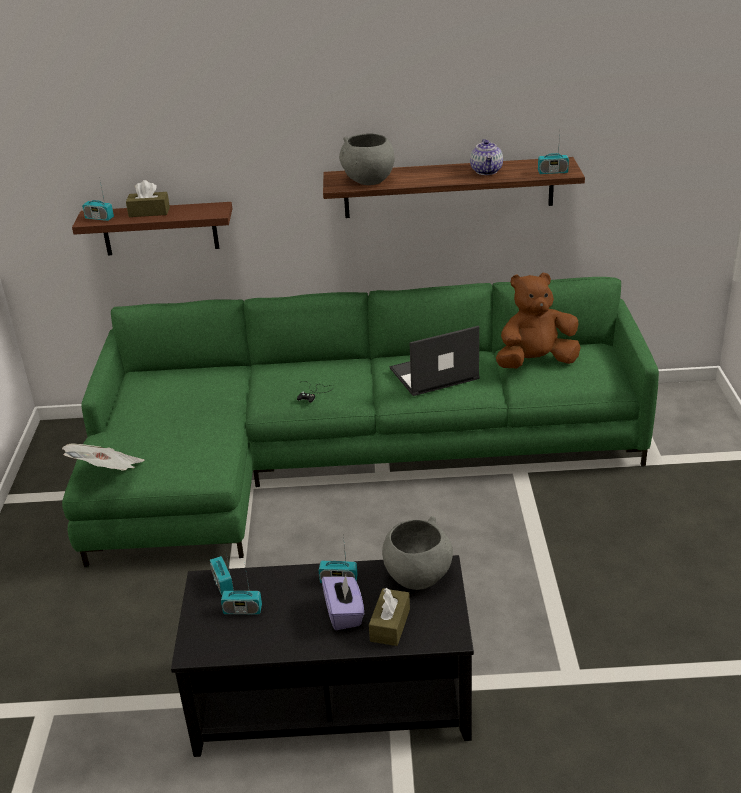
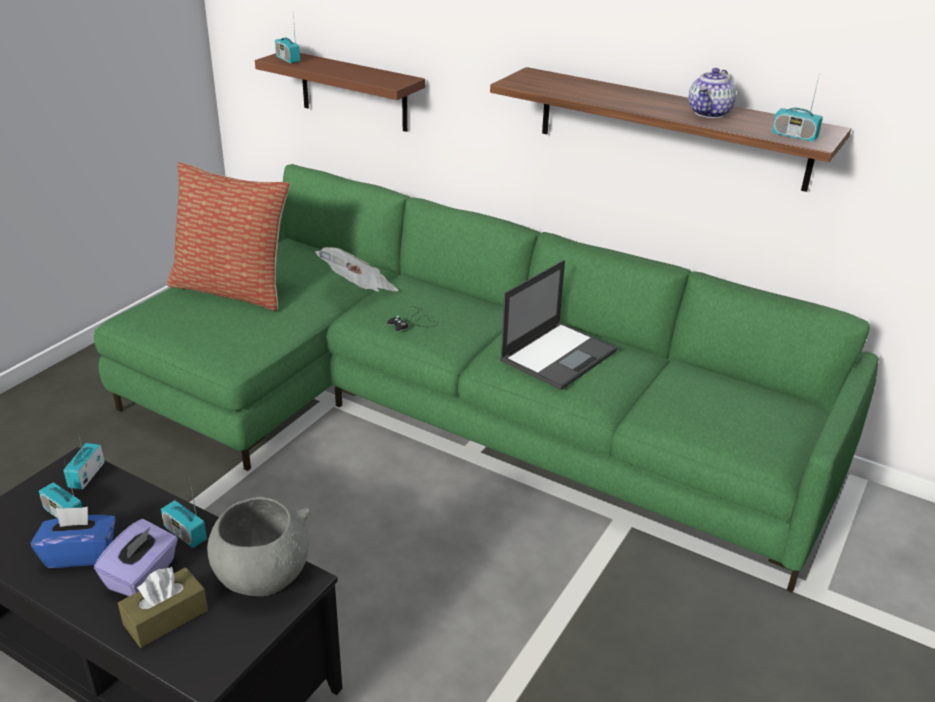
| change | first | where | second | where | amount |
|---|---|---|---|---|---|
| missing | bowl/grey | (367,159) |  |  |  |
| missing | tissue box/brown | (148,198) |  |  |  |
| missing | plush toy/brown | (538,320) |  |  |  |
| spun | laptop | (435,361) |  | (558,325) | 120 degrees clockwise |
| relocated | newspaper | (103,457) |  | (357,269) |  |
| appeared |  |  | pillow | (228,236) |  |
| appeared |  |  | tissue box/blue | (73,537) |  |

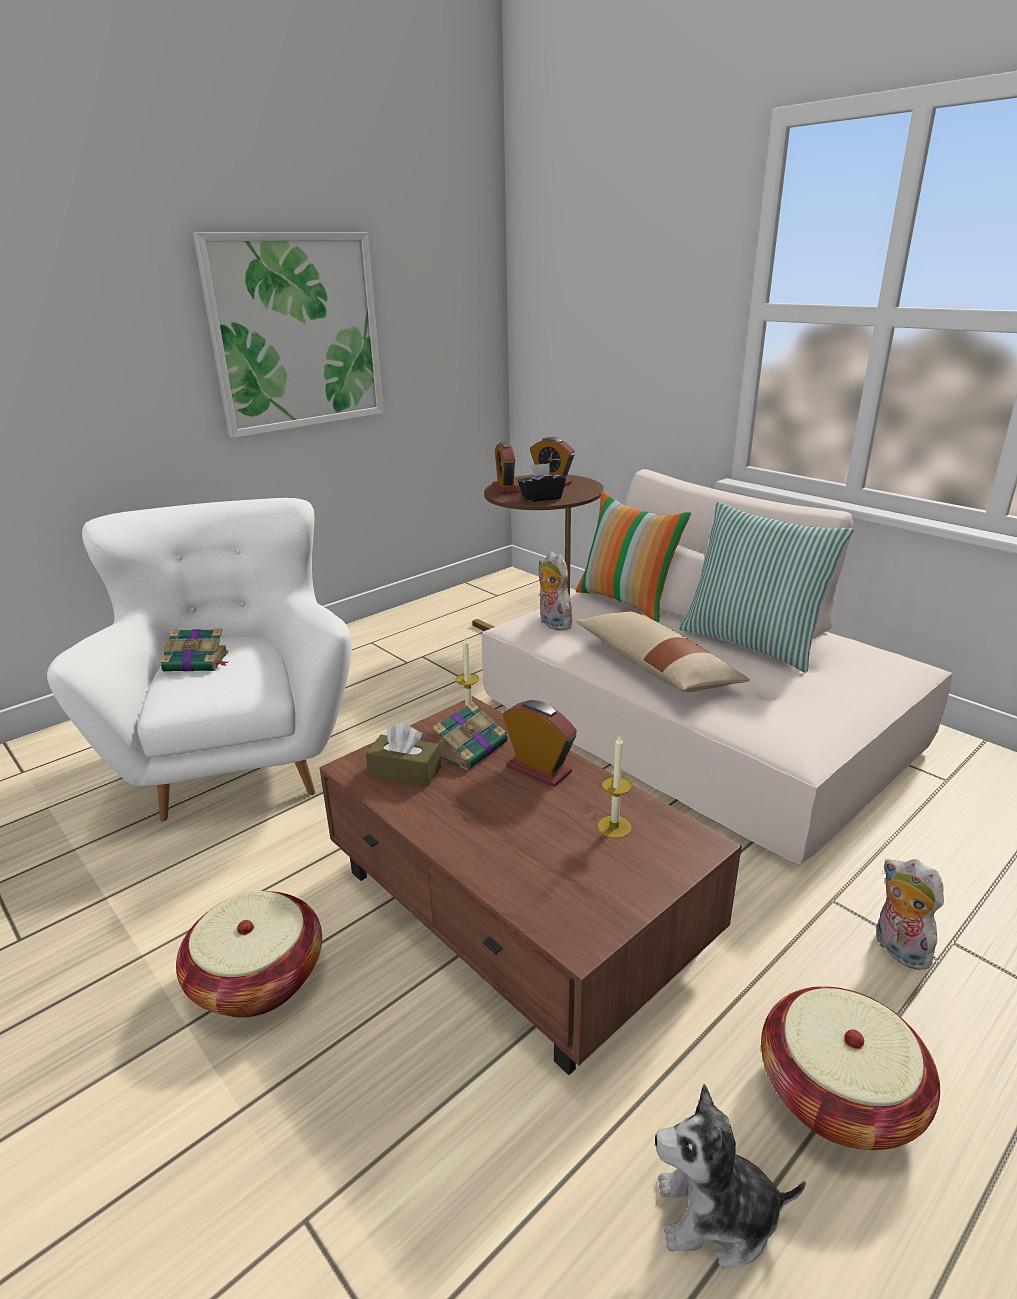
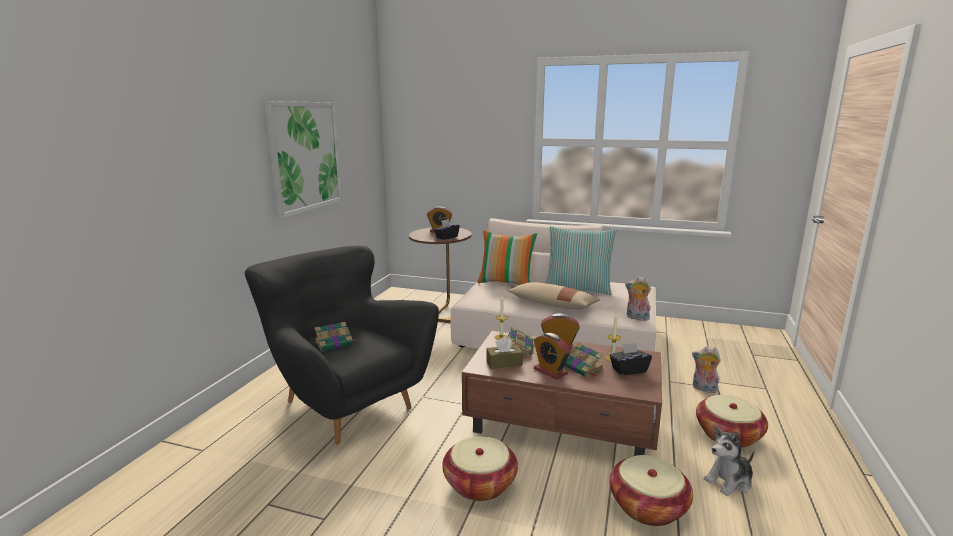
| change | first | where | second | where | amount |
|---|---|---|---|---|---|
| relocated | alarm clock | (506,467) |  | (552,356) |  |
| colour | armchair/white | (199,659) | armchair/black | (342,345) |  |
| relocated | plush toy | (556,590) |  | (638,298) |  |
| appeared |  |  | book | (584,360) |  |
| appeared |  |  | tissue box/black | (631,359) |  |
| appeared |  |  | basket | (651,490) |  |

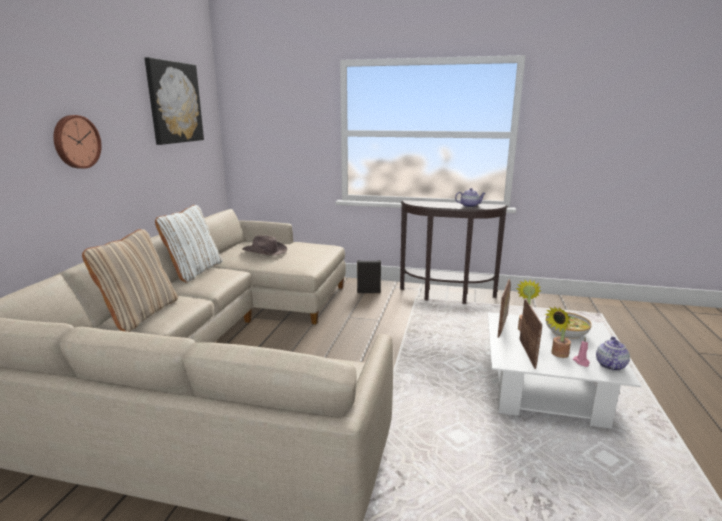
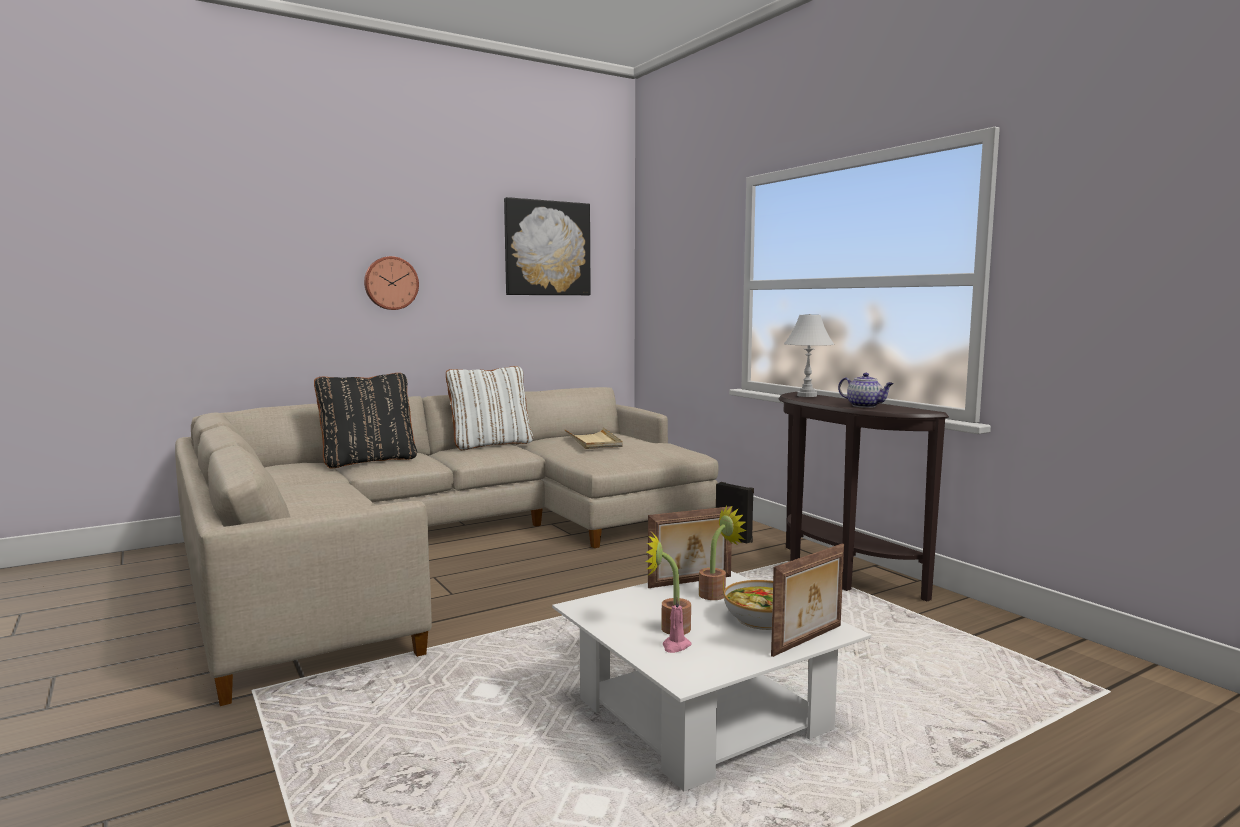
| change | first | where | second | where | amount |
|---|---|---|---|---|---|
| colour | pillow/beige | (130,280) | pillow/black | (365,420) |  |
| exchanged | hat/brown | (264,245) | tray/beige | (593,438) |  |
| relocated | picture frame | (531,334) |  | (807,600) |  |
| missing | teapot | (613,354) |  |  |  |
| appeared |  |  | table lamp/white | (809,355) |  |

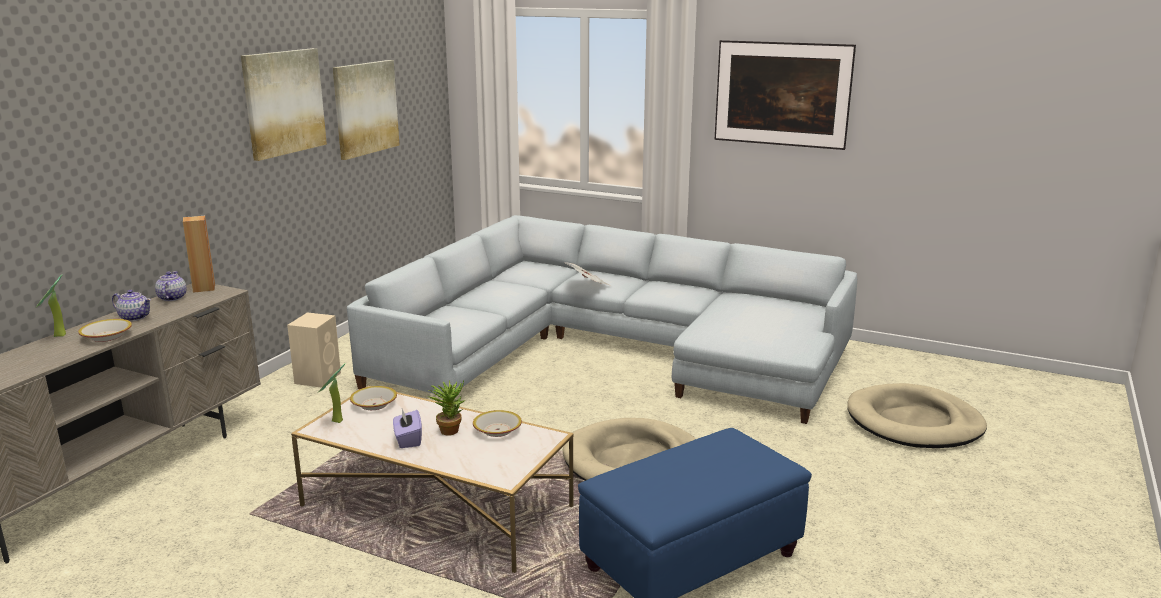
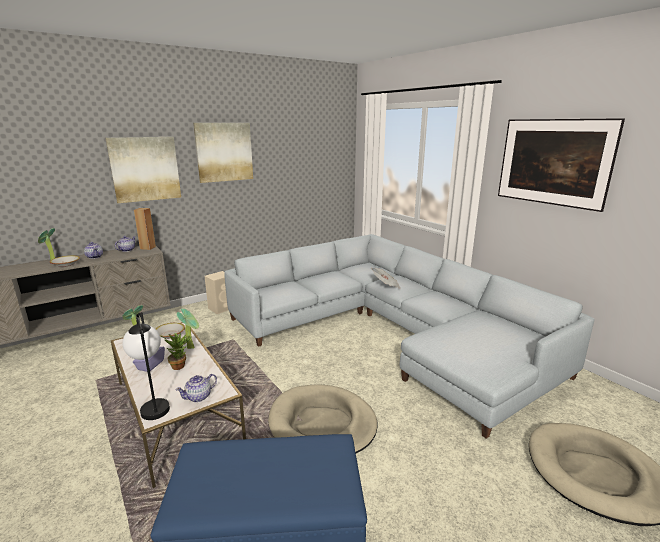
| change | first | where | second | where | amount |
|---|---|---|---|---|---|
| relocated | picture | (366,110) |  | (143,170) |  |
| missing | bowl | (497,423) |  |  |  |
| appeared |  |  | potted plant | (187,328) |  |
| appeared |  |  | table lamp | (146,368) |  |
| appeared |  |  | teapot | (196,388) |  |

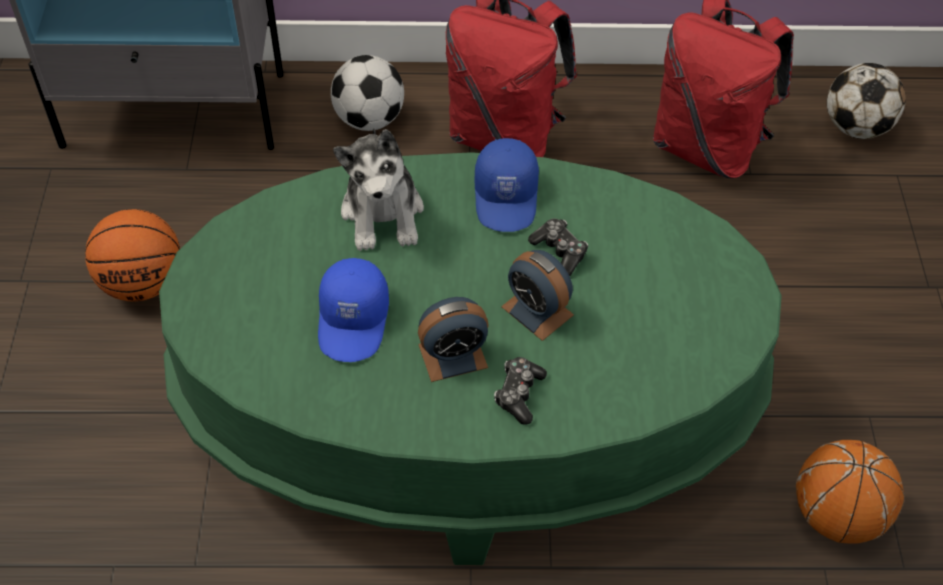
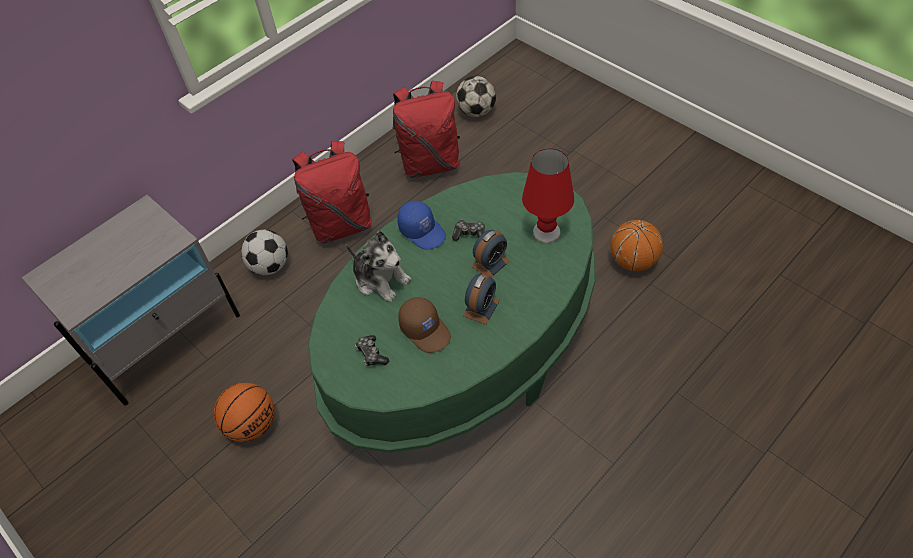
| change | first | where | second | where | amount |
|---|---|---|---|---|---|
| spun | alarm clock | (537,295) |  | (490,253) | 45 degrees counterclockwise |
| colour | cap/blue | (353,310) | cap/brown | (424,325) |  |
| relocated | game controller | (520,391) |  | (372,350) |  |
| appeared |  |  | table lamp/red | (548,196) |  |

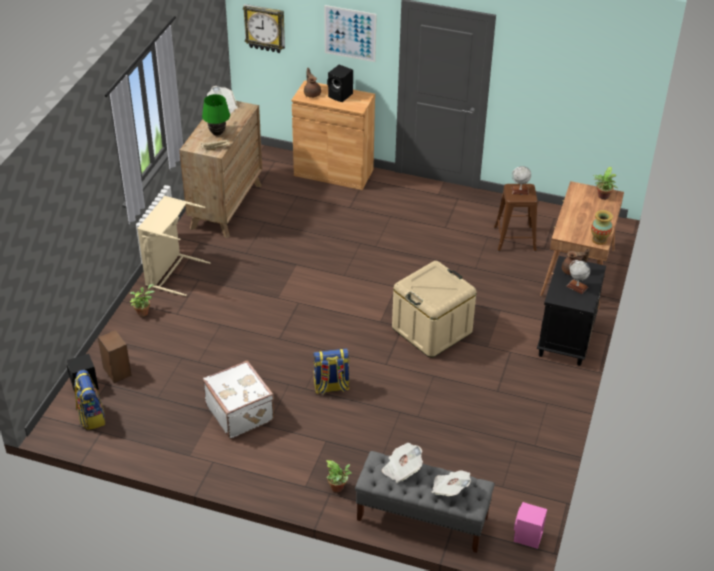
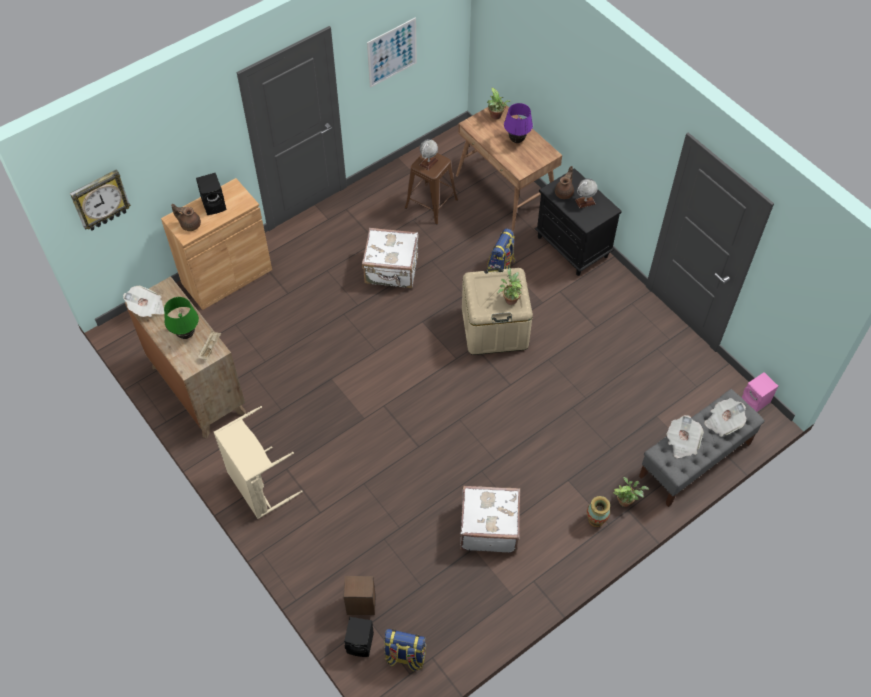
| change | first | where | second | where | amount |
|---|---|---|---|---|---|
| relocated | picture | (350,33) |  | (392,53) |  |
| relocated | vase | (602,227) |  | (598,511) |  |
| relocated | potted plant | (142,300) |  | (510,286) |  |
| relocated | backpack | (331,371) |  | (501,250) |  |
| appeared |  |  | table lamp/purple | (518,123) |  |
| appeared |  |  | suitcase/white | (390,258) |  |

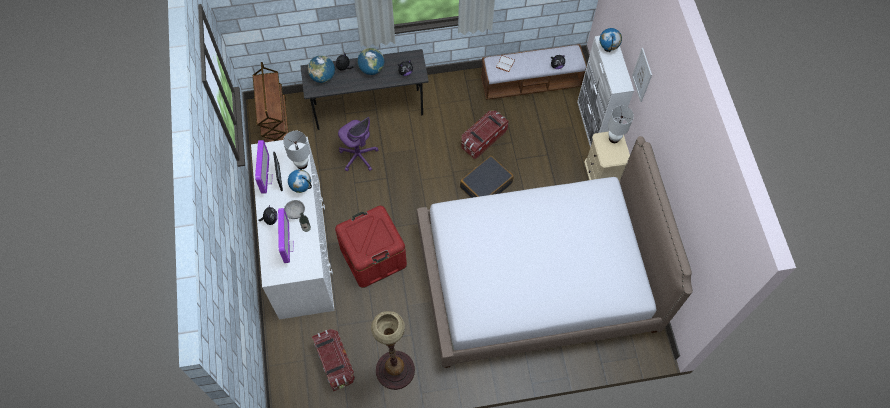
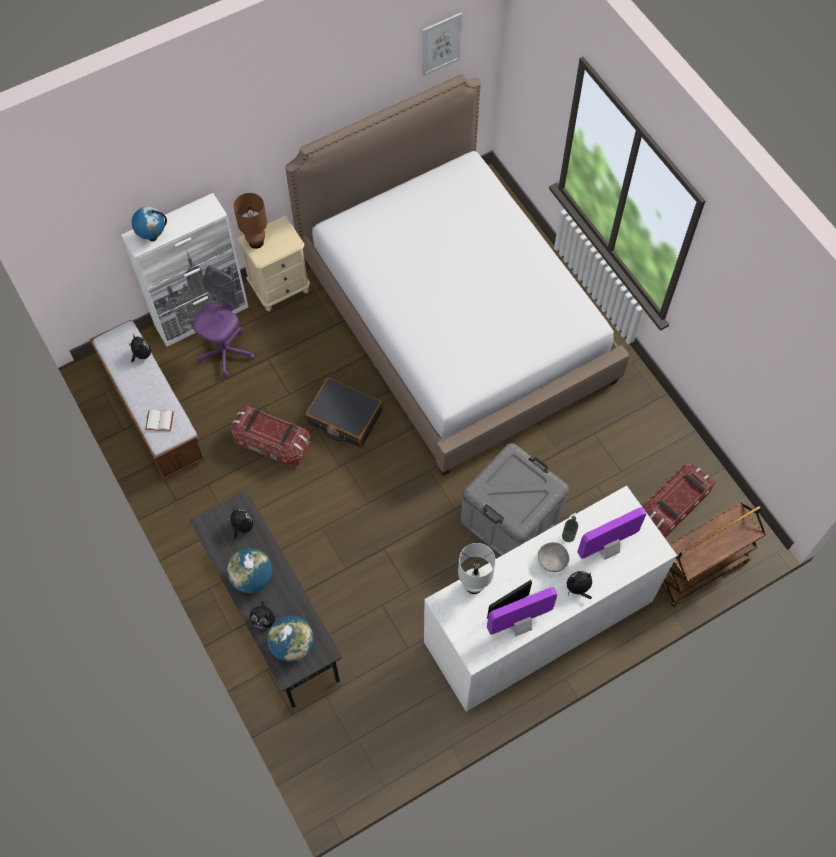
| change | first | where | second | where | amount |
|---|---|---|---|---|---|
| relocated | picture | (642,75) |  | (442,44) |  |
| relocated | cart/brown | (271,102) |  | (714,555) |  |
| colour | table lamp/white | (621,124) | table lamp/brown | (250,221) |  |
| relocated | office chair/purple | (358,144) |  | (224,321) |  |
| missing | globe | (300,181) |  |  |  |
| colour | storage box/red | (371,247) | storage box/grey | (515,499) |  |
| missing | floor lamp | (393,350) |  |  |  |

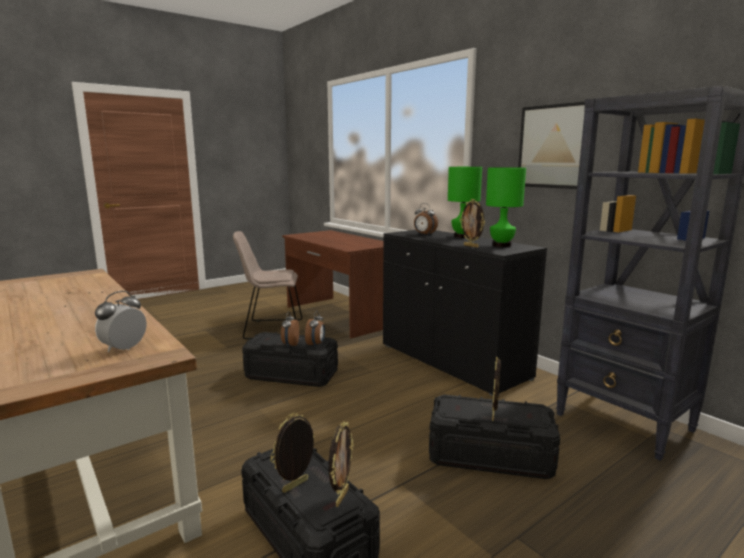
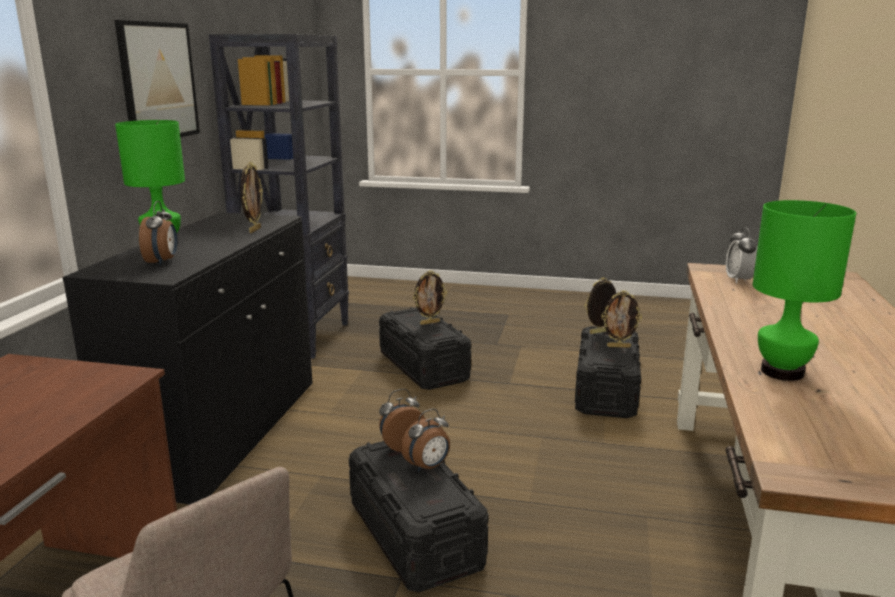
| change | first | where | second | where | amount |
|---|---|---|---|---|---|
| relocated | table lamp/green | (506,207) |  | (804,290) |  |
| spun | alarm clock | (121,321) |  | (742,255) | 105 degrees clockwise |

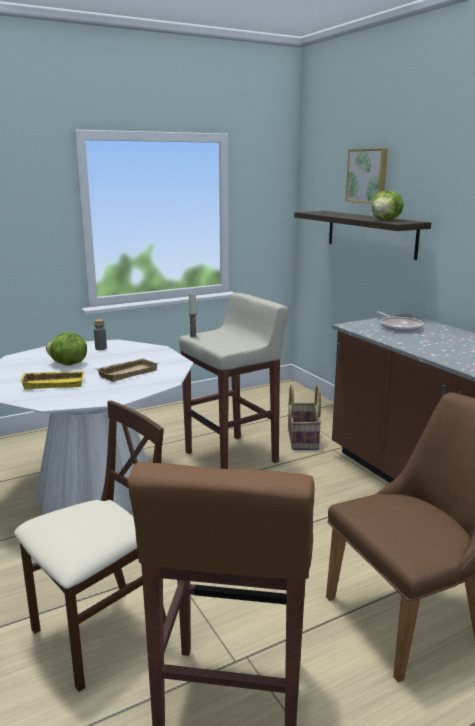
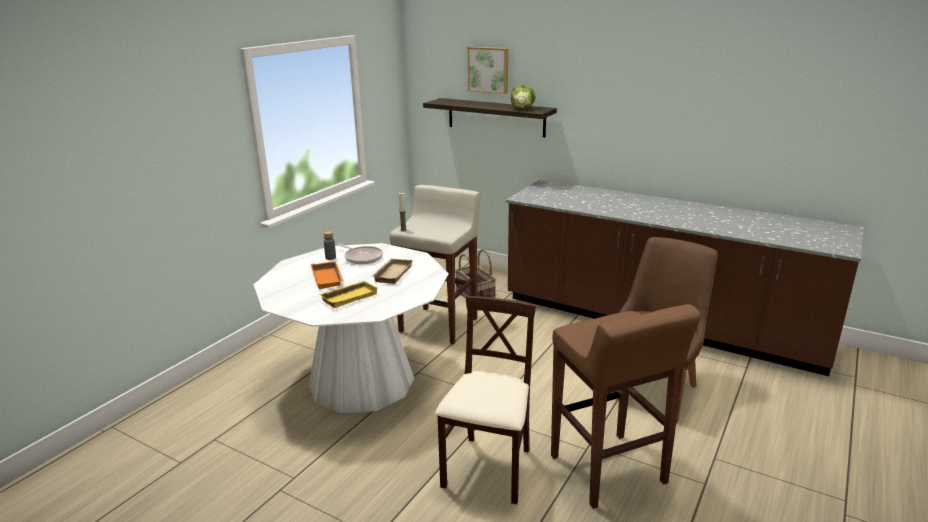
| change | first | where | second | where | amount |
|---|---|---|---|---|---|
| relocated | frying pan | (400,321) |  | (360,254) |  |
| exchanged | lettuce | (66,349) | tray/orange | (327,275) |  |

